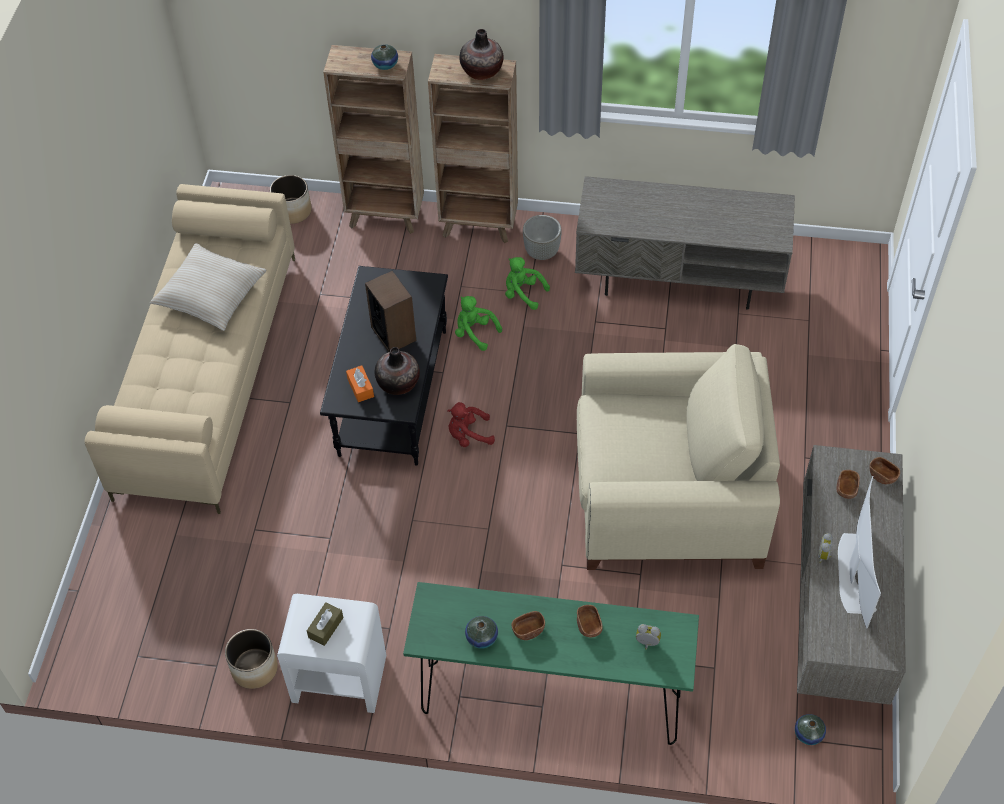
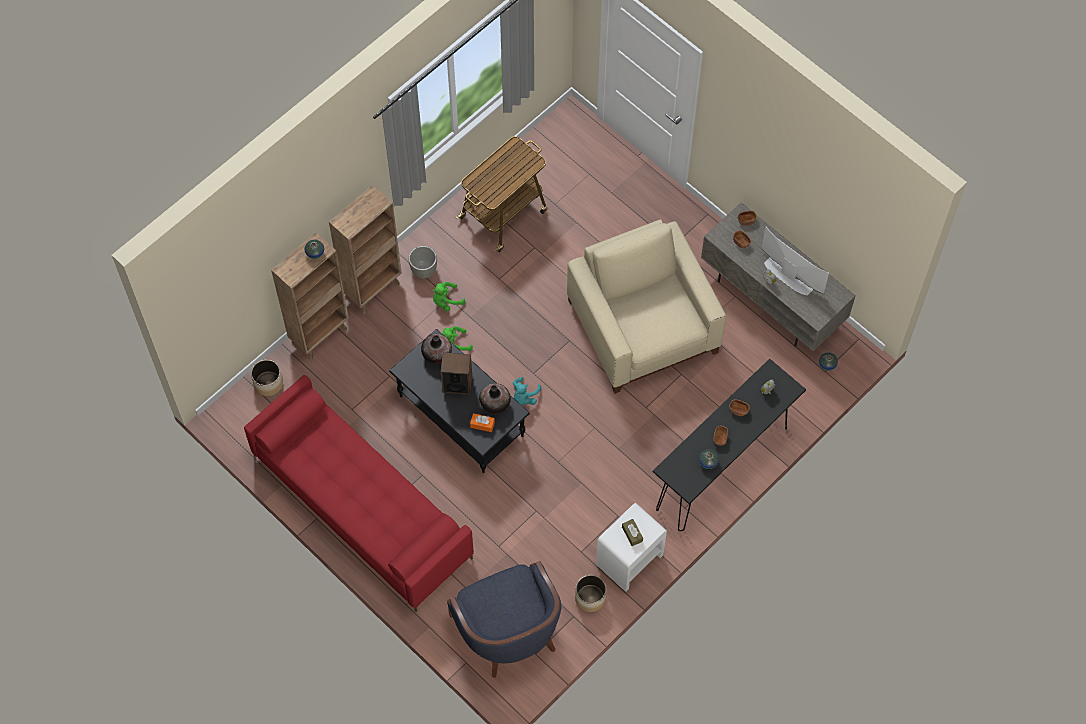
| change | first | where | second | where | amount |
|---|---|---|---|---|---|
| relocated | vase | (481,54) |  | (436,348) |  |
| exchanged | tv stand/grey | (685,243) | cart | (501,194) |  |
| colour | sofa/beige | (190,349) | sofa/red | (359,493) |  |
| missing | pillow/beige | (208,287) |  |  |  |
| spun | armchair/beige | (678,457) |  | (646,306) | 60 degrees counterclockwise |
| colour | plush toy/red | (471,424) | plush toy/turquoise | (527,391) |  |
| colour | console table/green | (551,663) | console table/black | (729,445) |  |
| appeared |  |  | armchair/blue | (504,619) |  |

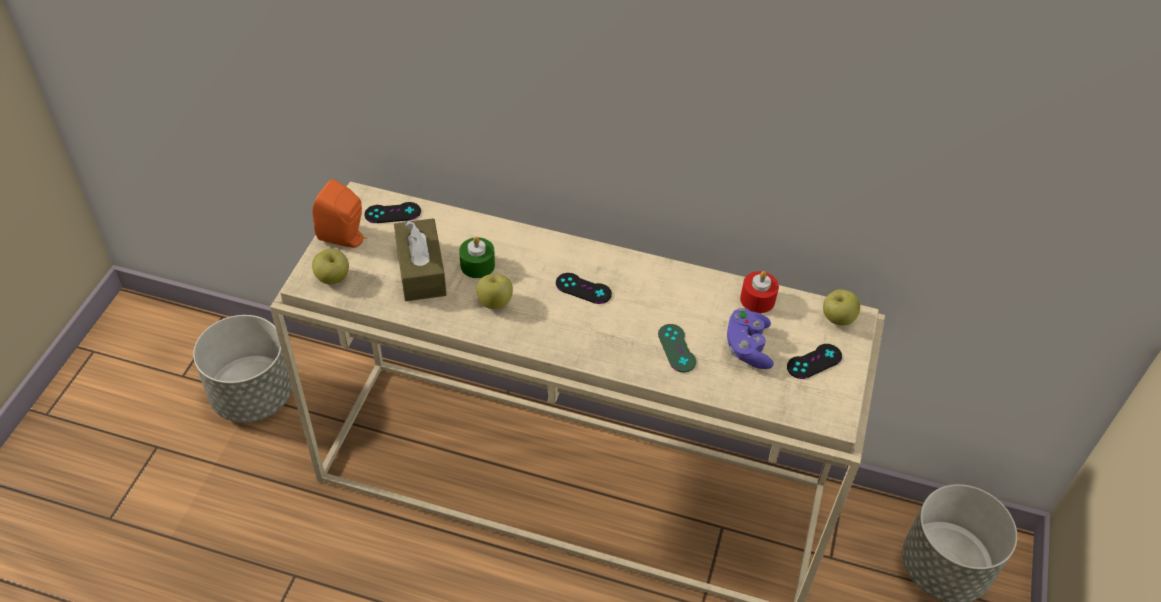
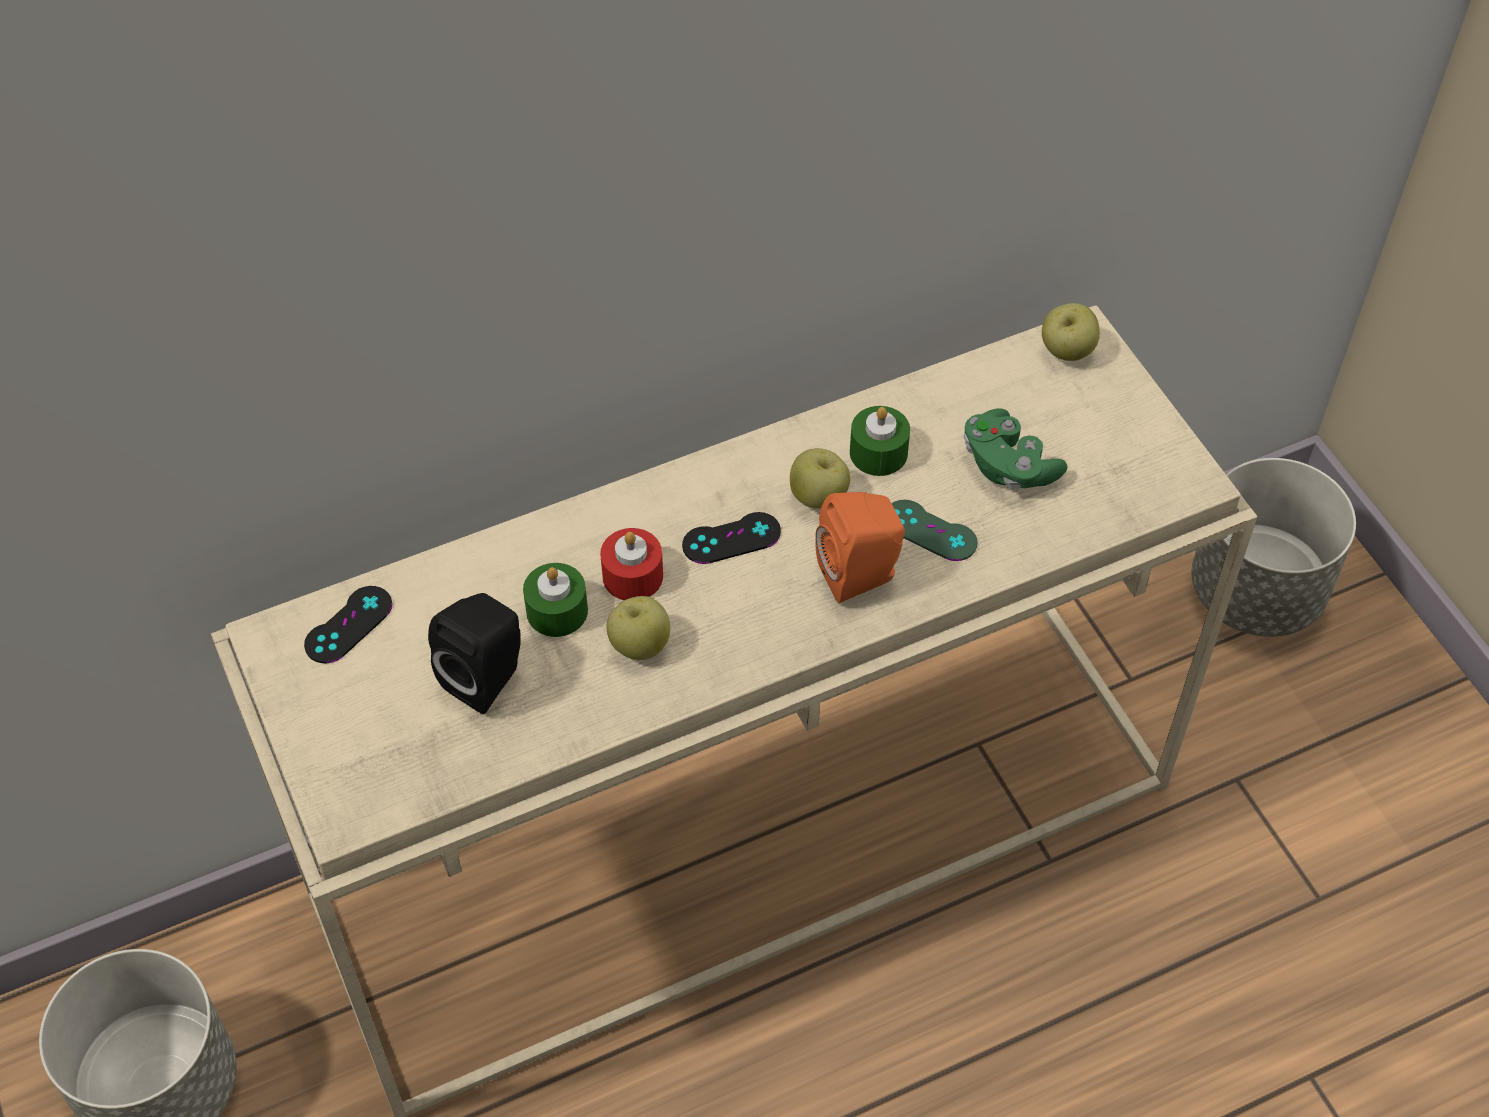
| change | first | where | second | where | amount |
|---|---|---|---|---|---|
| relocated | speaker/orange | (339,213) |  | (860,547) |  |
| exchanged | tissue box/brown | (420,259) | speaker/black | (474,653) |  |
| relocated | apple | (330,266) |  | (820,478) |  |
| relocated | candle/red | (759,292) |  | (631,564) |  |
| colour | game controller/purple | (750,338) | game controller/green | (1015,448) |  |
| missing | game controller/black | (814,361) |  |  |  |
| appeared |  |  | candle/green | (880,441) |  |

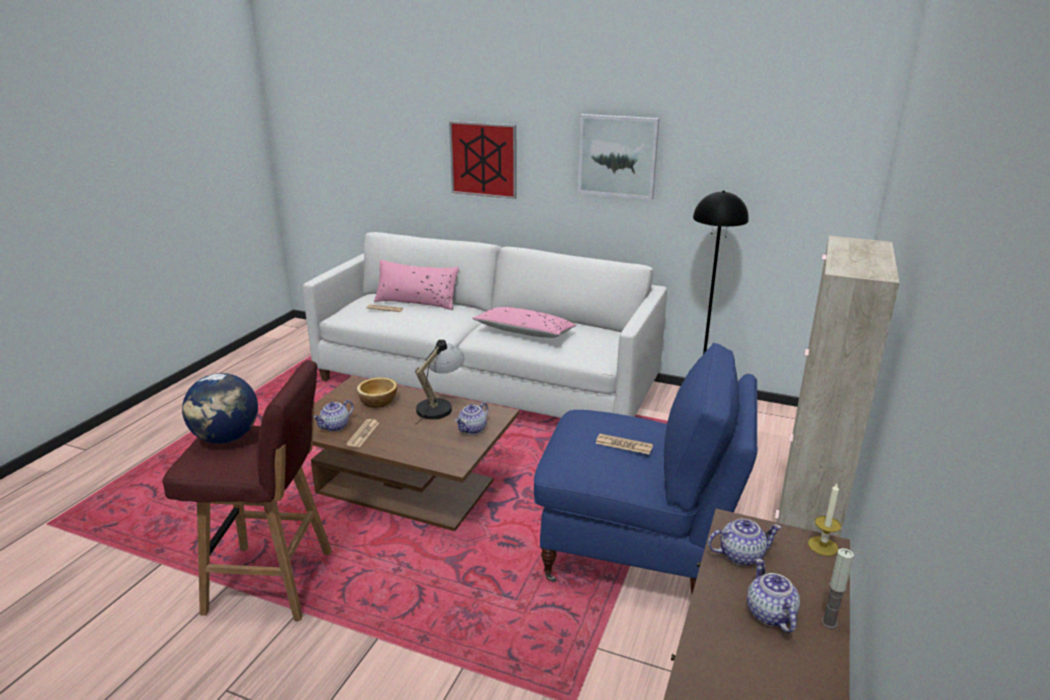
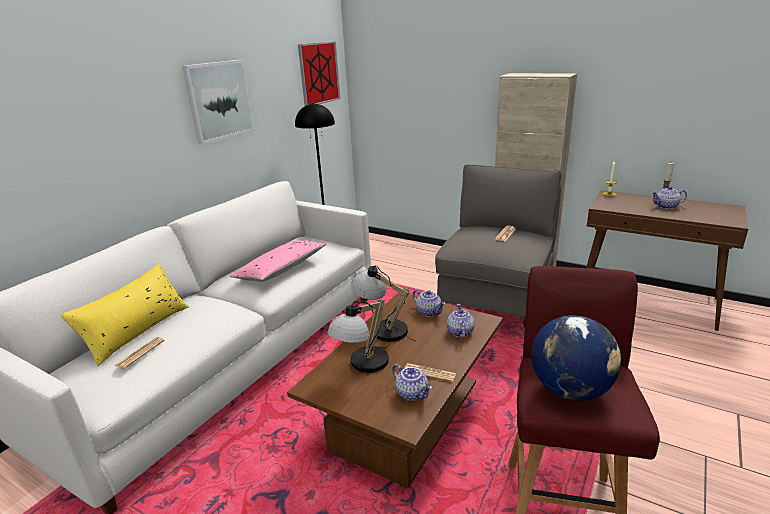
| change | first | where | second | where | amount |
|---|---|---|---|---|---|
| relocated | picture | (483,160) |  | (319,73) |  |
| colour | pillow/pink | (416,285) | pillow/yellow | (124,314) |  |
| colour | armchair/blue | (645,468) | armchair/grey | (498,246) |  |
| exchanged | bowl | (377,392) | table lamp | (359,336) |  |
| relocated | teapot | (745,542) |  | (461,321) |  |

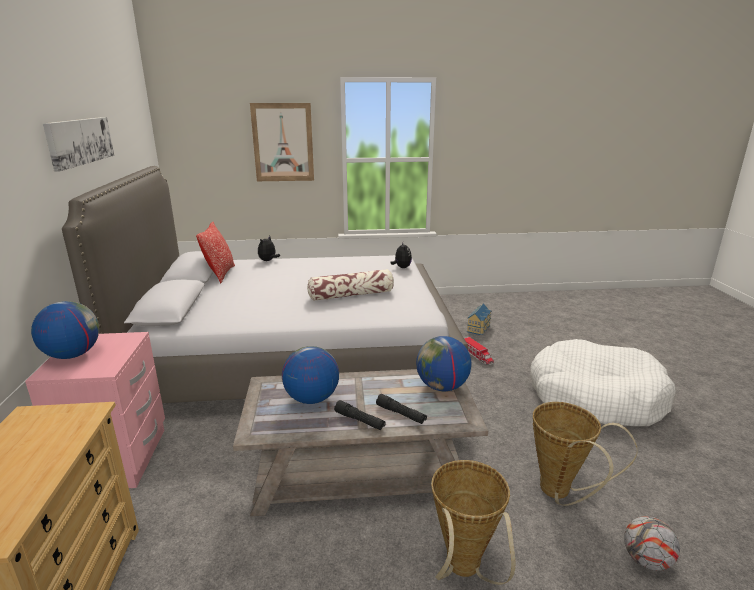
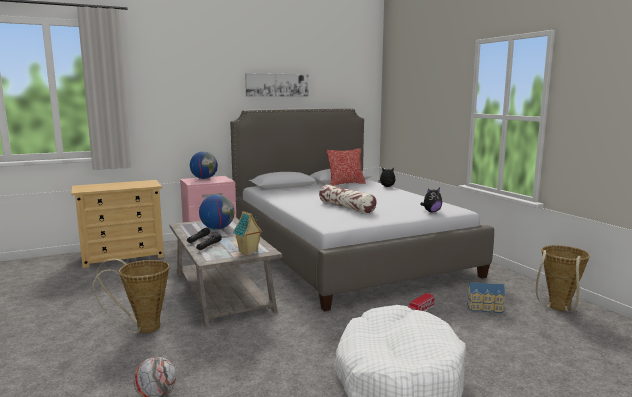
| change | first | where | second | where | amount |
|---|---|---|---|---|---|
| missing | picture | (282,142) |  |  |  |
| exchanged | globe | (444,363) | toy house | (248,233) |  |
| relocated | basket | (585,454) |  | (563,278) |  |

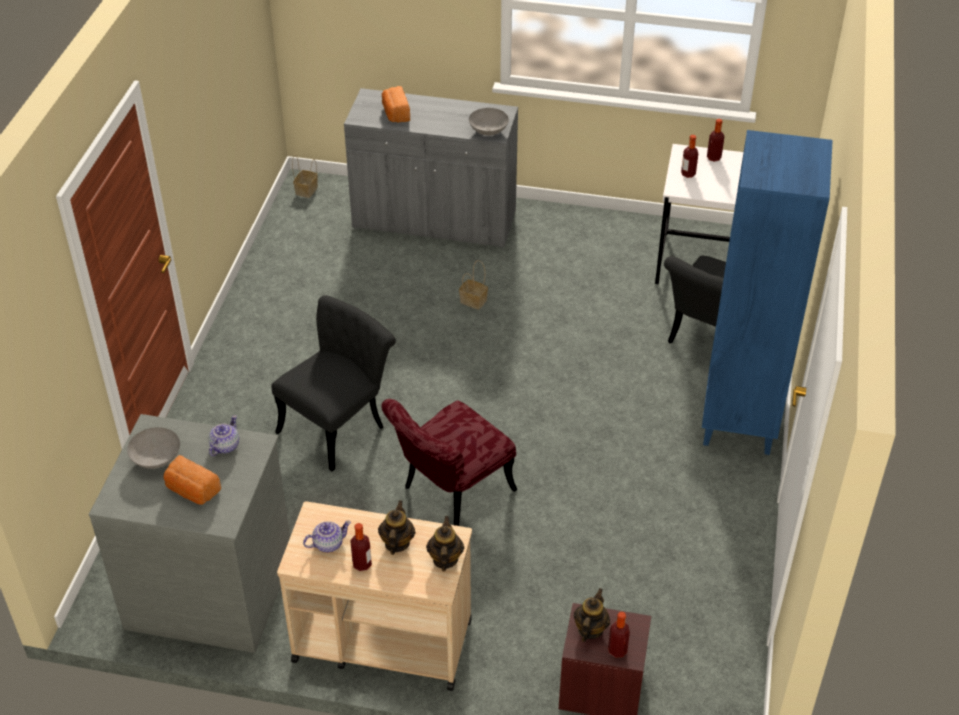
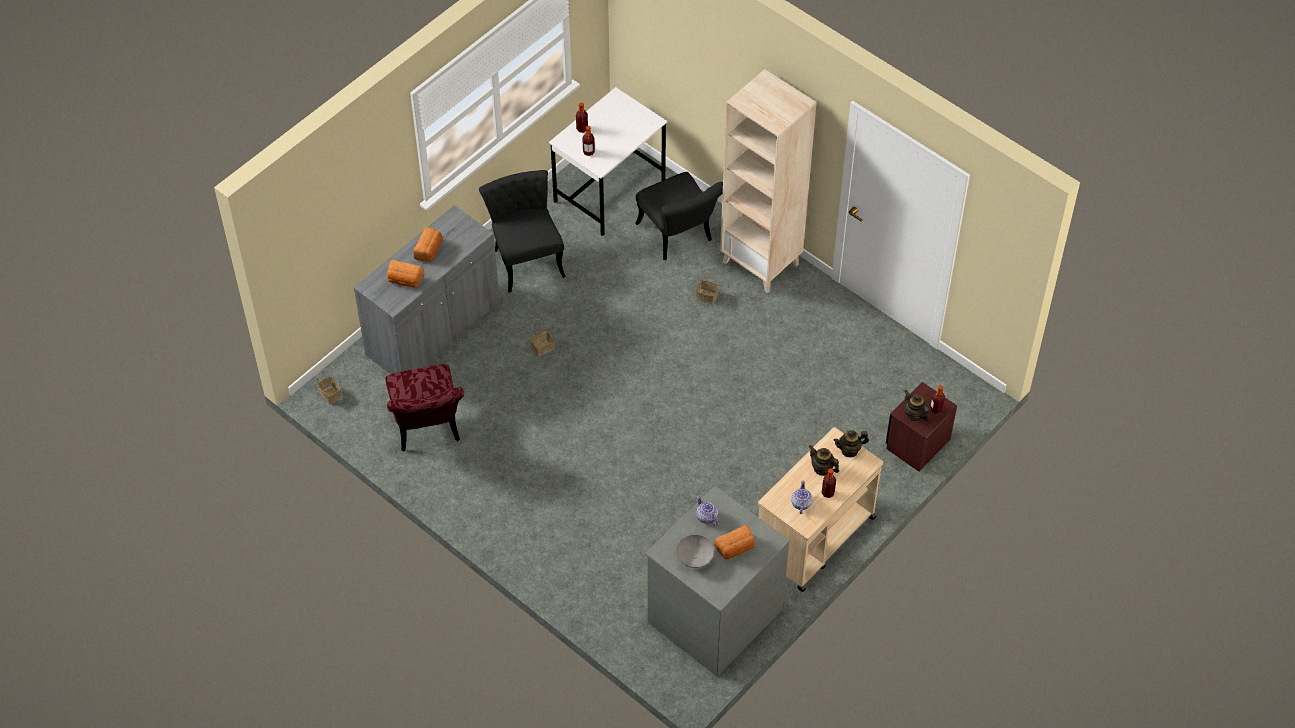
| change | first | where | second | where | amount |
|---|---|---|---|---|---|
| missing | bowl/grey | (489,122) |  |  |  |
| colour | bookcase/blue | (767,292) | bookcase/beige | (768,181) |  |
| relocated | chair/black | (334,383) |  | (522,231) |  |
| relocated | chair/red | (449,462) |  | (424,408) |  |
| spun | teapot | (445,544) |  | (851,444) | 45 degrees counterclockwise |
| appeared |  |  | bread | (427,244) |  |
| appeared |  |  | basket | (707,285) |  |

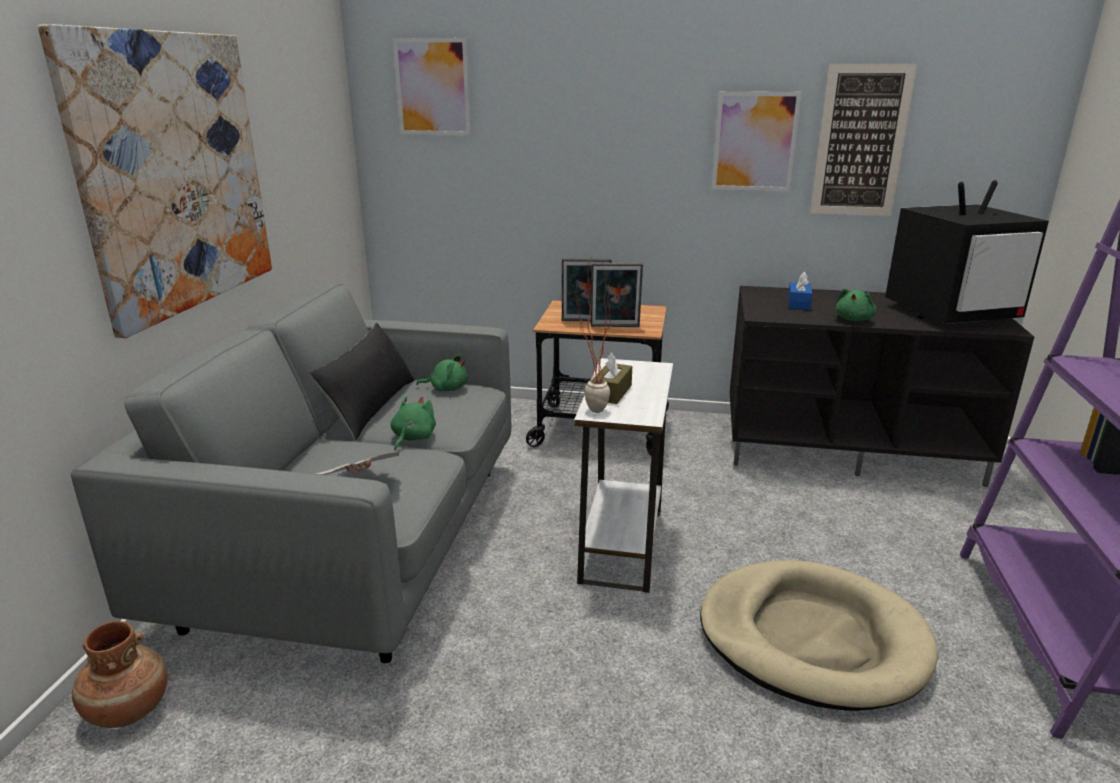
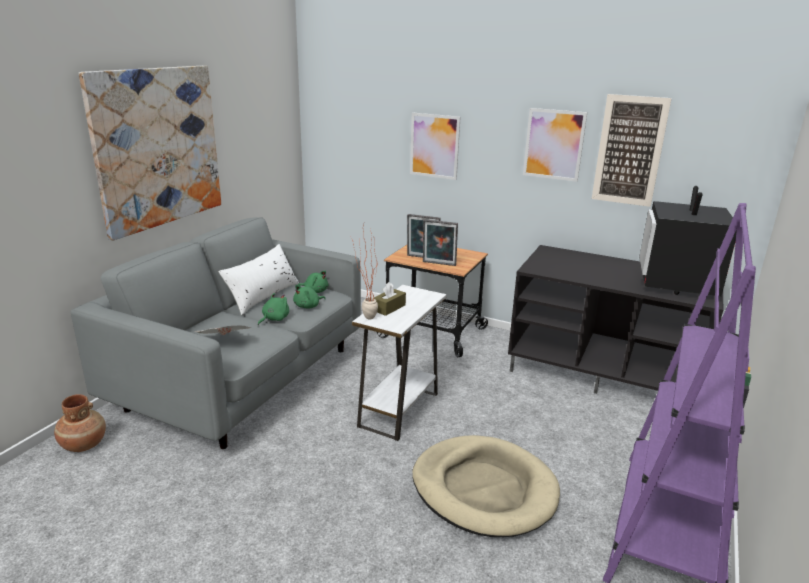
| change | first | where | second | where | amount |
|---|---|---|---|---|---|
| relocated | picture | (432,86) |  | (435,146) |  |
| spun | television | (967,252) |  | (688,241) | 105 degrees clockwise |
| missing | tissue box/blue | (800,291) |  |  |  |
| relocated | plush toy/green | (856,304) |  | (309,296) |  |
| colour | pillow/black | (361,381) | pillow/white | (258,279) |  |

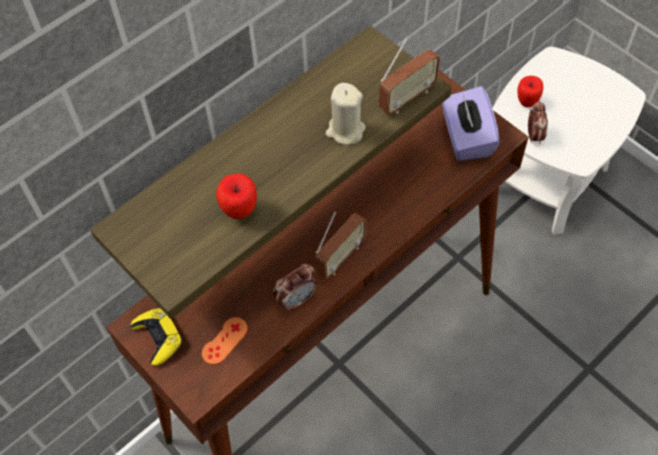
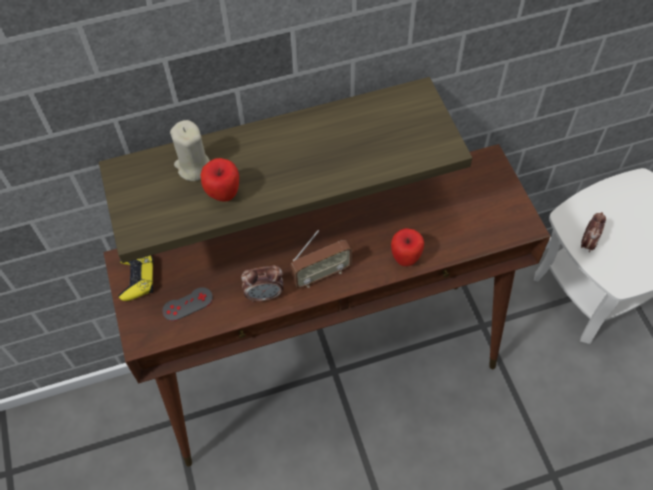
| change | first | where | second | where | amount |
|---|---|---|---|---|---|
| missing | radio | (409,75) |  |  |  |
| relocated | apple | (530,91) |  | (407,247) |  |
| relocated | candle/beige | (346,114) |  | (190,150) |  |
| missing | tissue box/purple | (471,123) |  |  |  |
| colour | game controller/orange | (225,341) | game controller/grey | (187,304) |  |

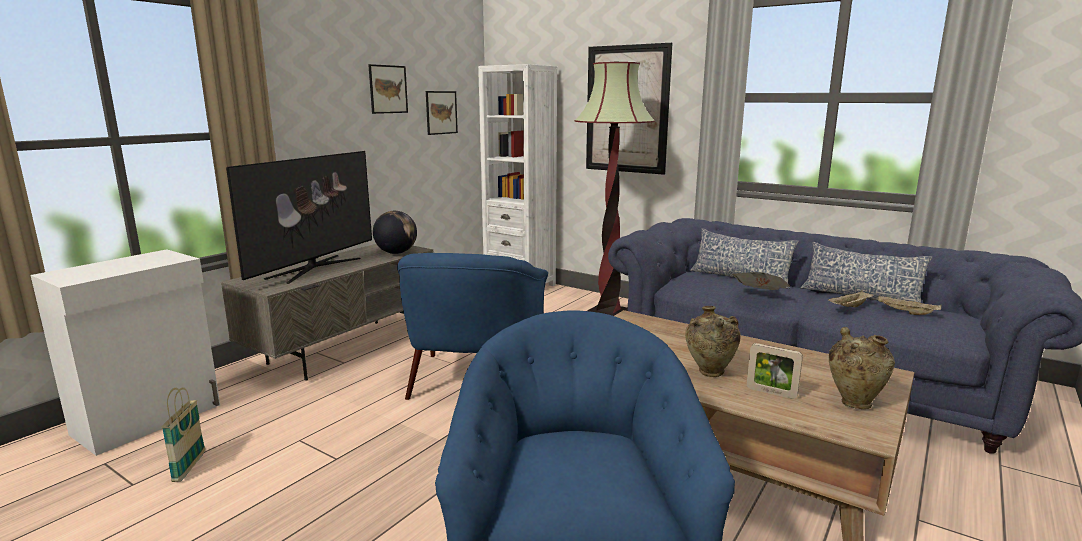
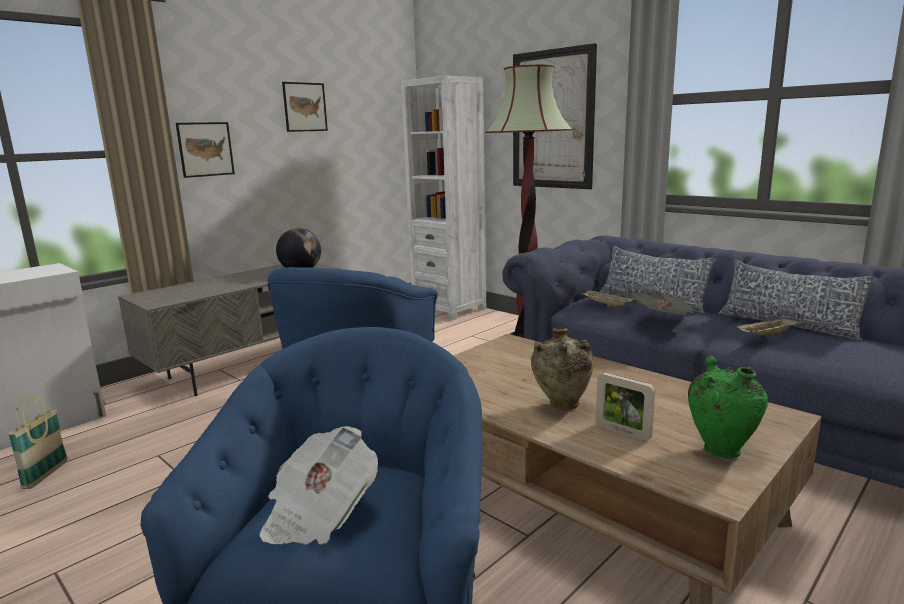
| change | first | where | second | where | amount |
|---|---|---|---|---|---|
| relocated | picture | (442,113) |  | (205,150) |  |
| missing | television | (299,217) |  |  |  |
| relocated | tray/beige | (910,305) |  | (608,298) |  |
| colour | vase/beige | (862,368) | vase/green | (728,407) |  |
| appeared |  |  | newspaper | (318,485) |  |

